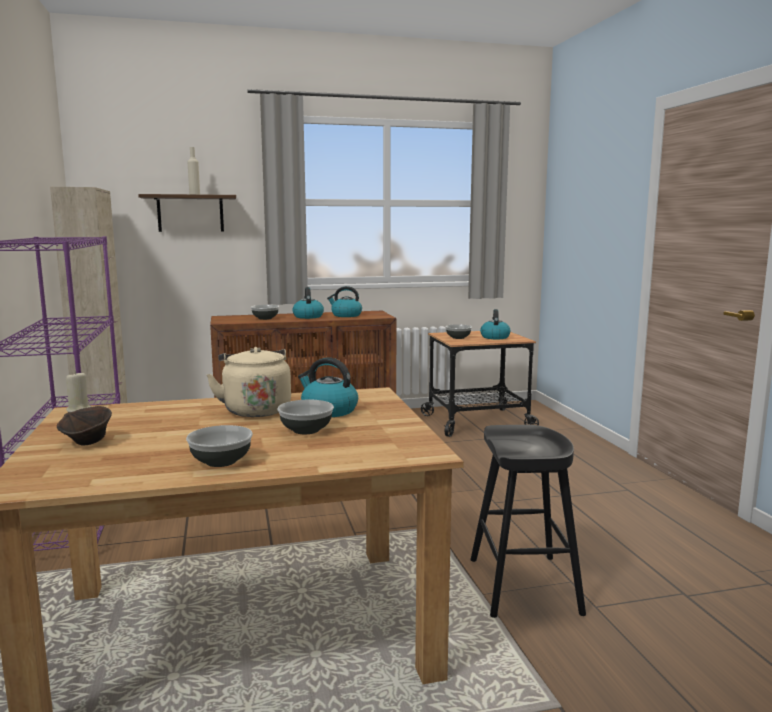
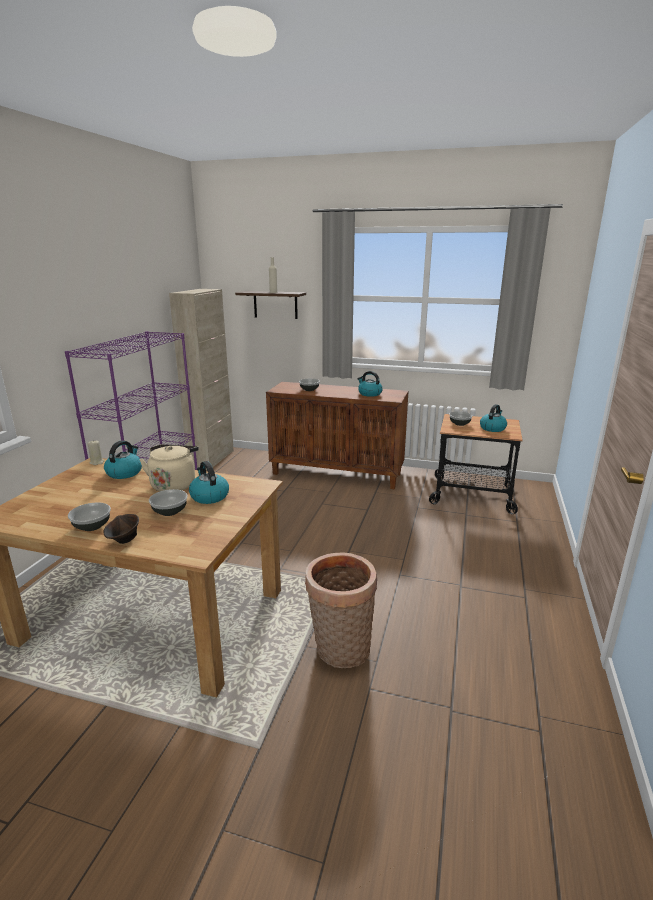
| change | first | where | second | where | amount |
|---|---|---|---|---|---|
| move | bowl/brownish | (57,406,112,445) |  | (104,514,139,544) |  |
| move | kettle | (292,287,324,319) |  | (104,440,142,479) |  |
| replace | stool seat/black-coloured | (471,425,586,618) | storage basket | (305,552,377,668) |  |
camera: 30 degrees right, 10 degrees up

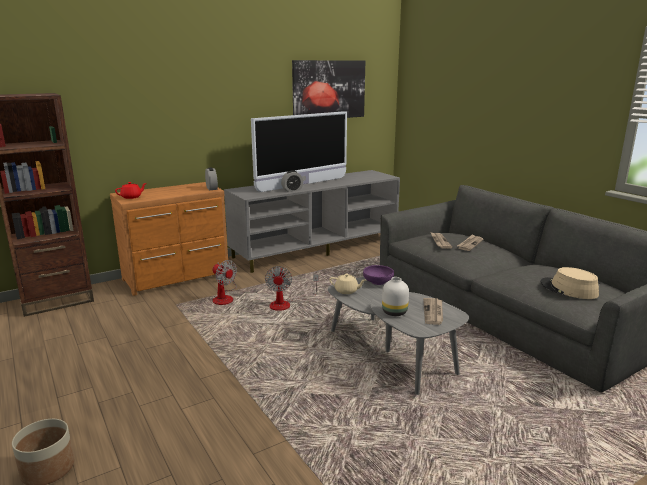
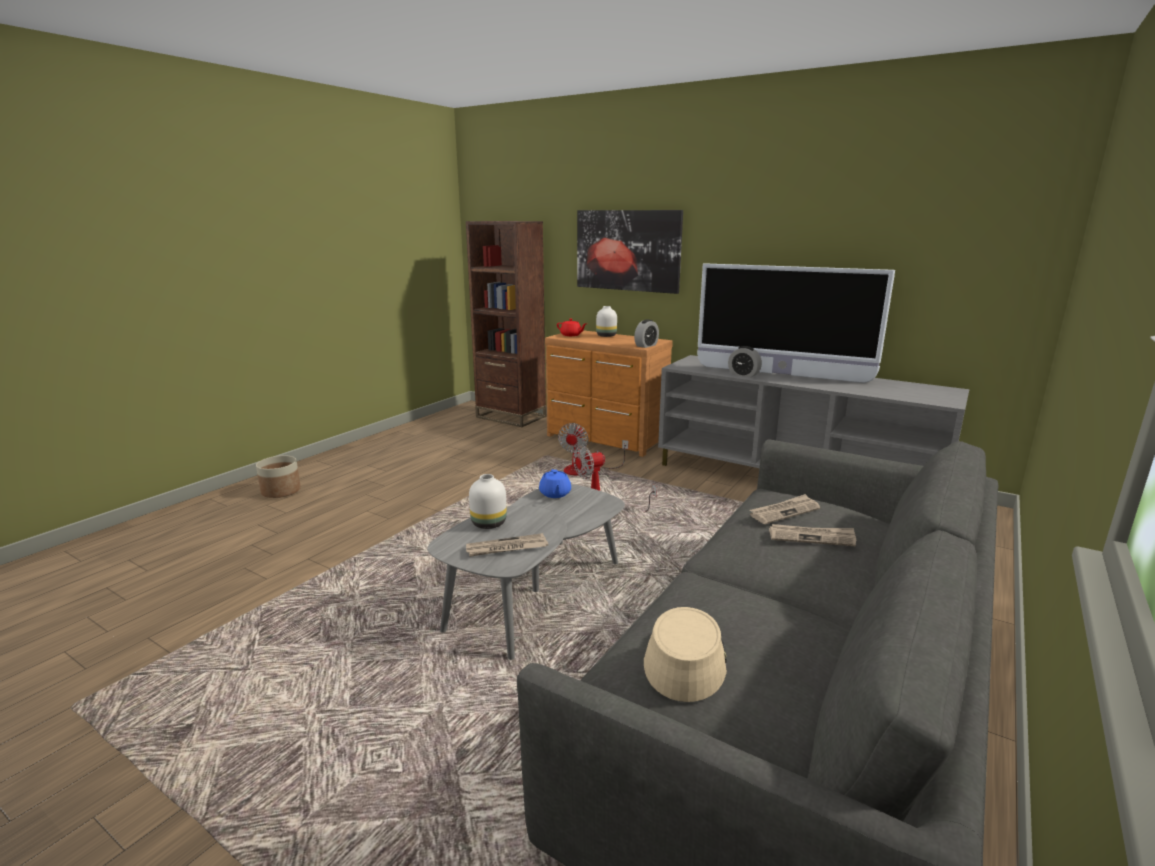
| change | first | where | second | where | amount |
|---|---|---|---|---|---|
| move | wall art | (292,60,365,118) |  | (577,210,683,294) |  |
| recolor | tea pot/beige-coloured | (329,274,366,294) | tea pot/bluish | (539,469,571,498) |  |
| delete | bowl/purplish | (363,265,394,285) |  |  |  |
| insert |  |  | decorative vase/white-coloured | (596,306,617,337) |  |
camera: 65 degrees right, 0 degrees up

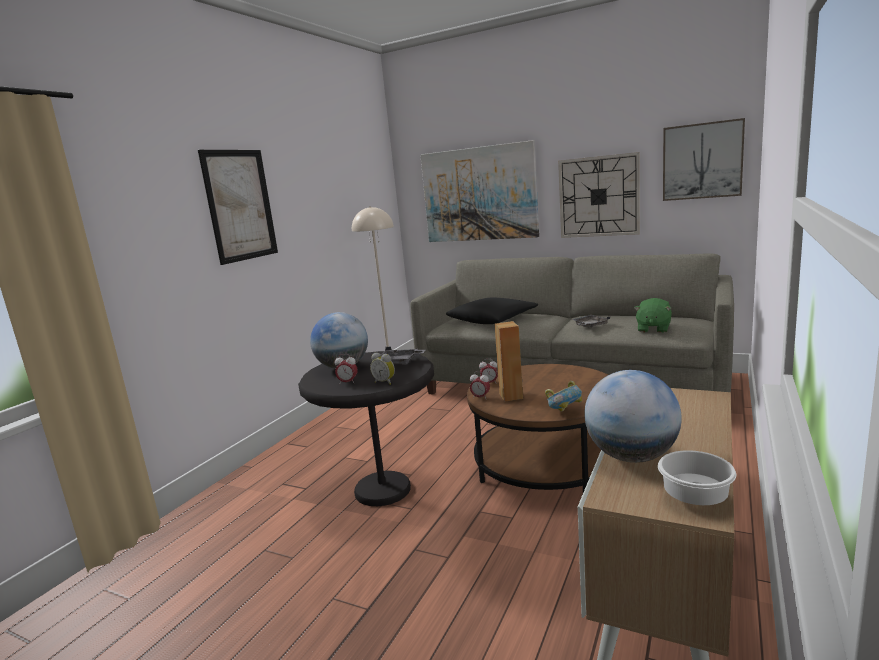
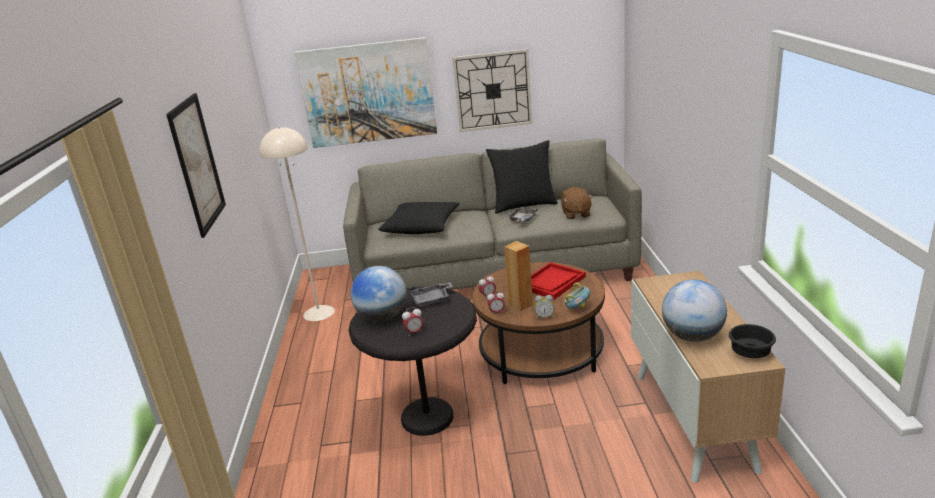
| change | first | where | second | where | amount |
|---|---|---|---|---|---|
| move | bedside clock | (370,353,395,385) |  | (534,295,554,319) |  |
| recolor | plush toy/green | (634,298,672,333) | plush toy/brownish | (561,187,593,219) |  |
| recolor | bowl/white-coloured | (658,450,736,505) | bowl/black-coloured | (729,324,776,358) |  |
| delete | wall art | (663,118,745,201) |  |  |  |
| insert |  |  | cushion/black-coloured | (486,140,558,214) |  |
| insert |  |  | tray/red | (531,262,586,300) |  |
camera: 30 degrees left, 10 degrees up

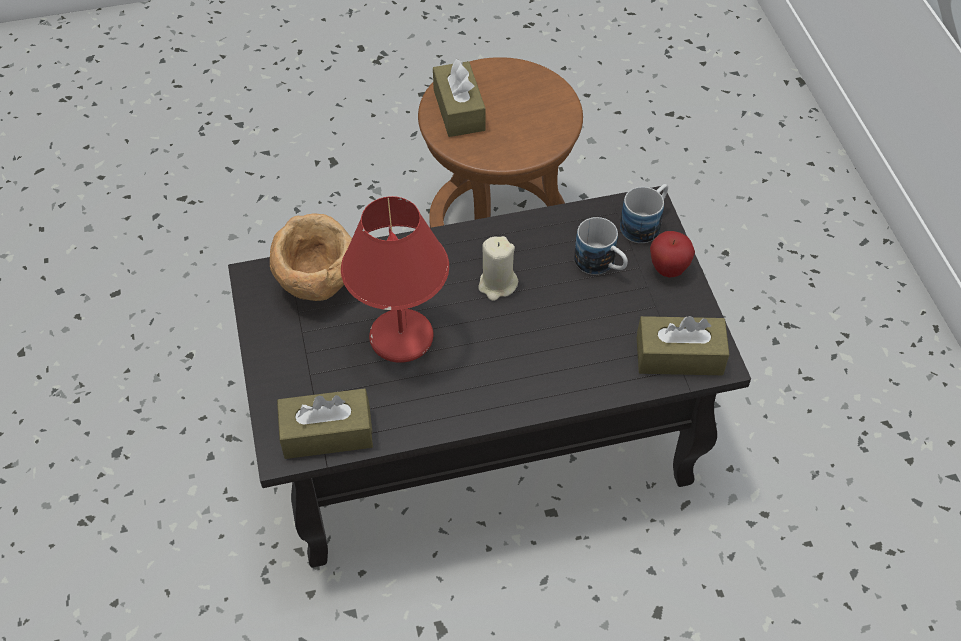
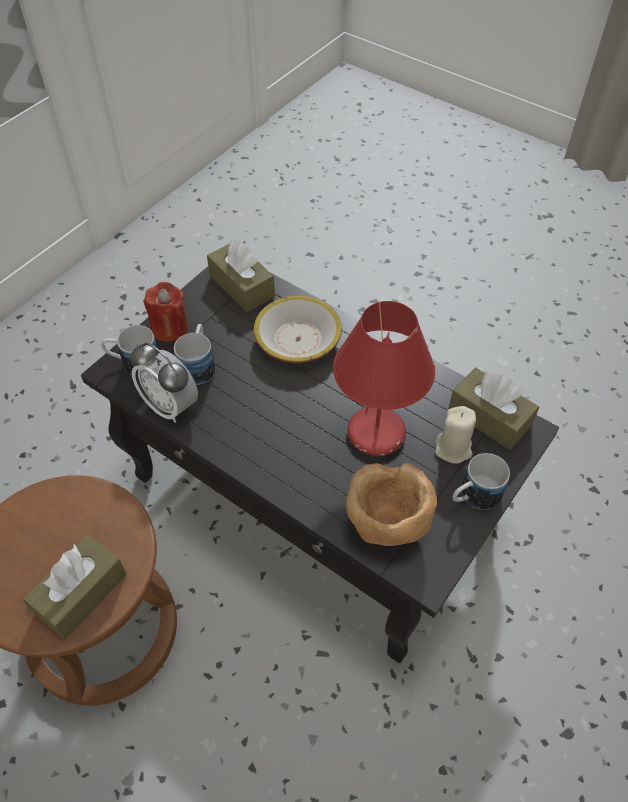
| change | first | where | second | where | amount |
|---|---|---|---|---|---|
| move | candle/beige-coloured | (478,236,518,301) |  | (435,406,476,464) |  |
| replace | whole apple | (650,231,695,278) | candle/red | (143,282,188,342) |  |
| insert |  |  | bedside clock | (130,343,198,423) |  |
| insert |  |  | bowl | (254,296,342,363) |  |
| insert |  |  | tea mug | (452,453,510,510) |  |
camera: 130 degrees left, 0 degrees up

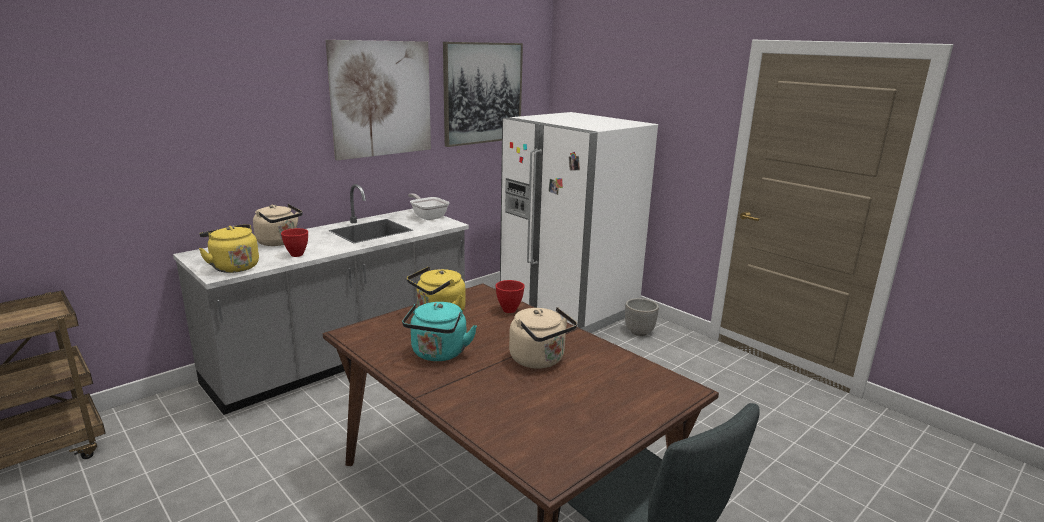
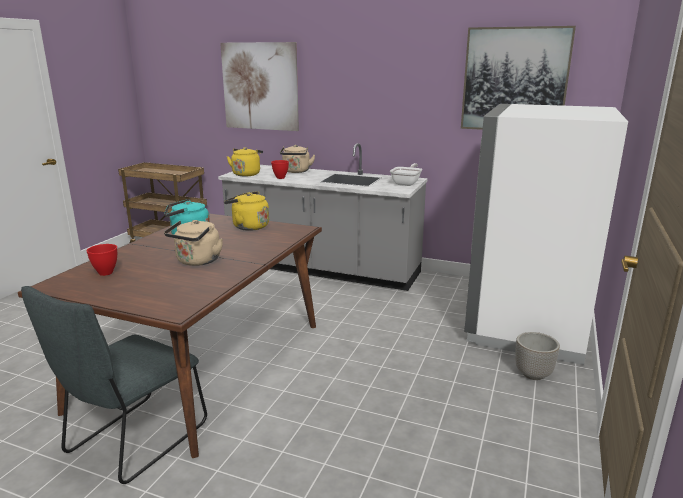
| change | first | where | second | where | amount |
|---|---|---|---|---|---|
| move | wall art | (325,40,431,161) |  | (220,42,299,131) |  |
| move | bowl/red | (495,280,525,313) |  | (87,244,117,276) |  |
camera: 65 degrees right, 0 degrees up

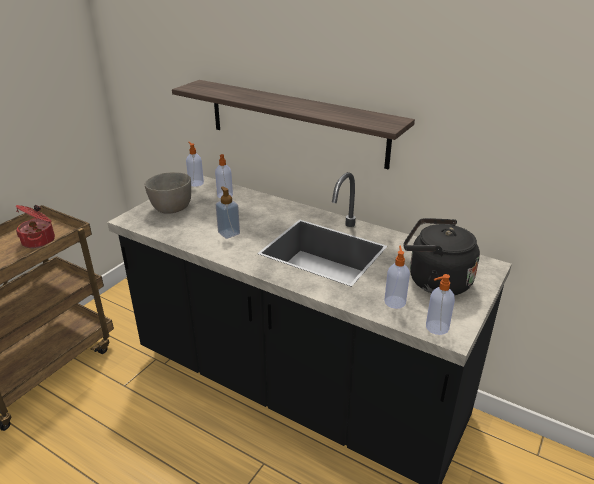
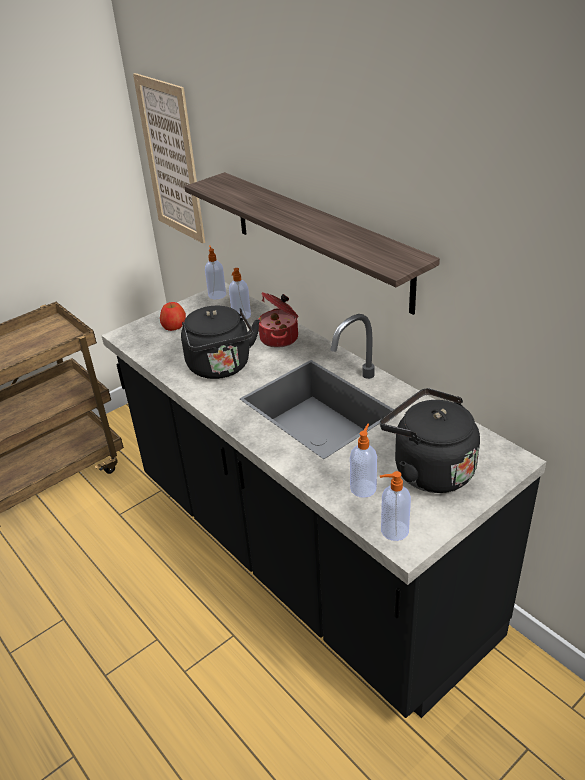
| change | first | where | second | where | amount |
|---|---|---|---|---|---|
| move | stockpot | (16,205,55,248) |  | (258,292,298,348) |  |
| replace | bowl/gray | (145,172,191,214) | whole apple | (160,302,186,331) |  |
| replace | soap dispenser | (216,187,240,239) | kettle/black-coloured | (181,306,260,379) |  |
| insert |  |  | wall art | (133,73,205,243) |  |
camera: 20 degrees right, 5 degrees up

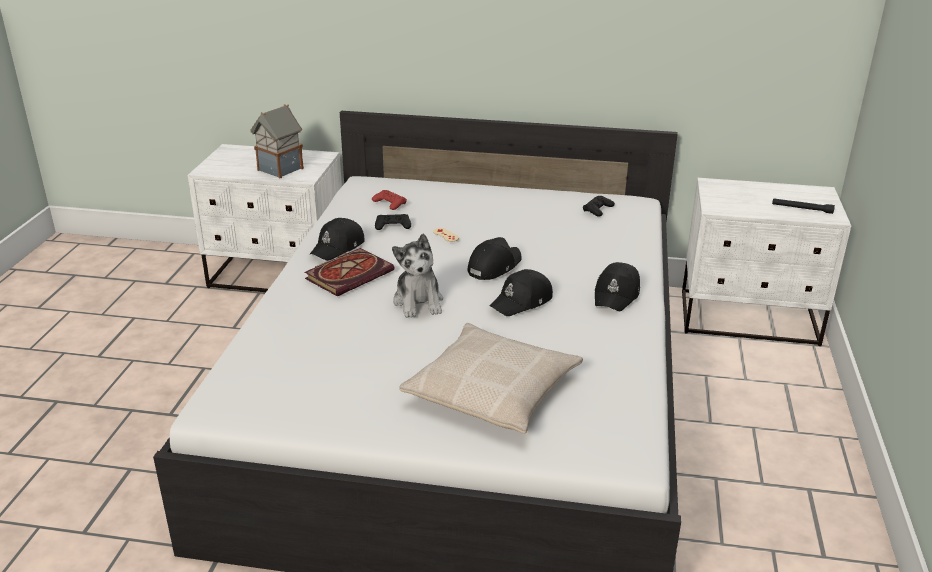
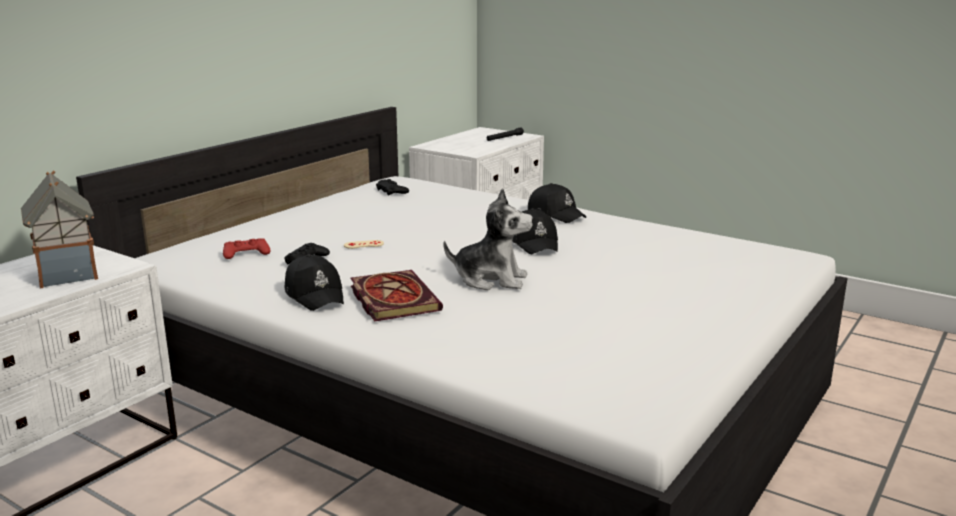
| change | first | where | second | where | amount |
|---|---|---|---|---|---|
| delete | cushion/beige-coloured | (399,323,583,434) |  |  |  |
| delete | baseball cap/black-coloured | (468,237,522,280) |  |  |  |
camera: 65 degrees left, 10 degrees down

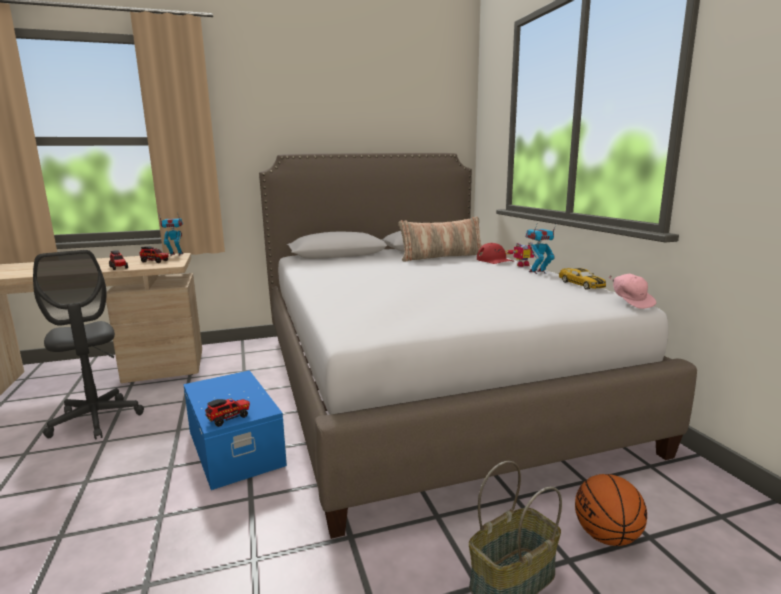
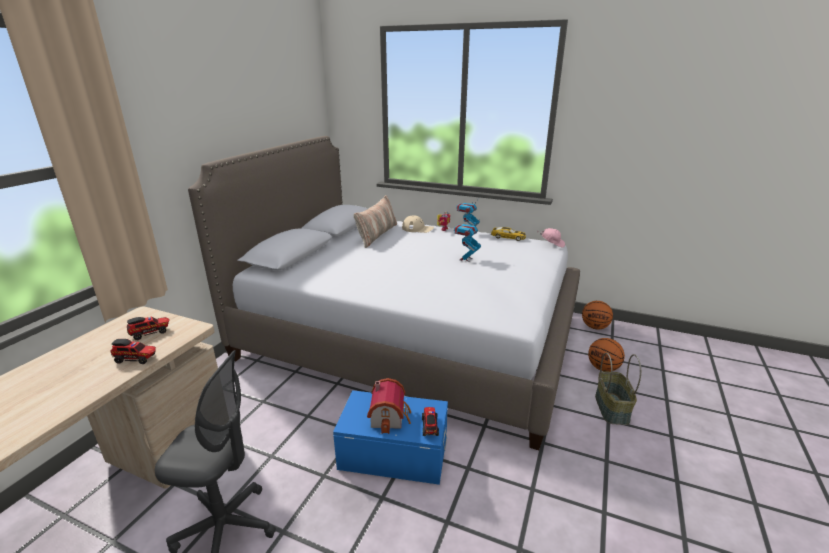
| change | first | where | second | where | amount |
|---|---|---|---|---|---|
| move | robot figure | (159,212,184,256) |  | (454,221,481,262) |  |
| recolor | baseball cap/red | (477,243,514,264) | baseball cap/beige-coloured | (402,215,434,233) |  |
| insert |  |  | miniature house | (367,378,411,434) |  |
| insert |  |  | basketball ball | (582,301,613,329) |  |
camera: 50 degrees left, 10 degrees up

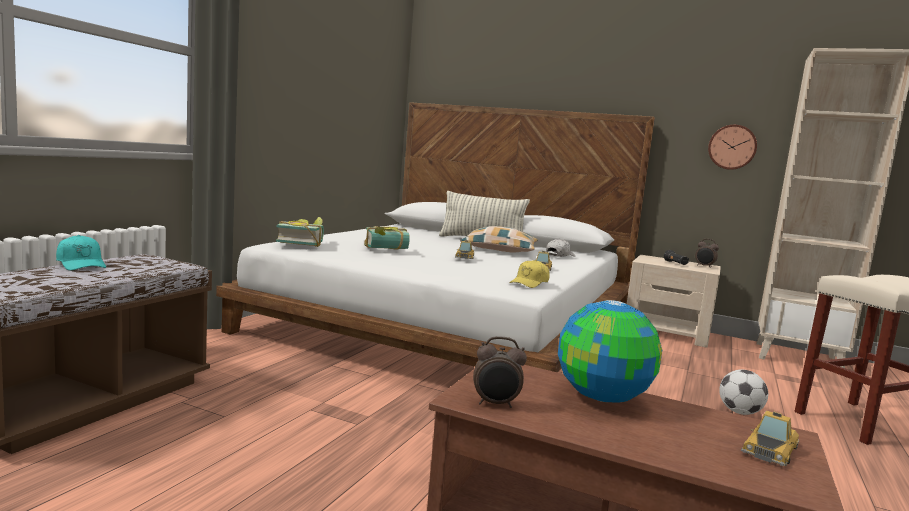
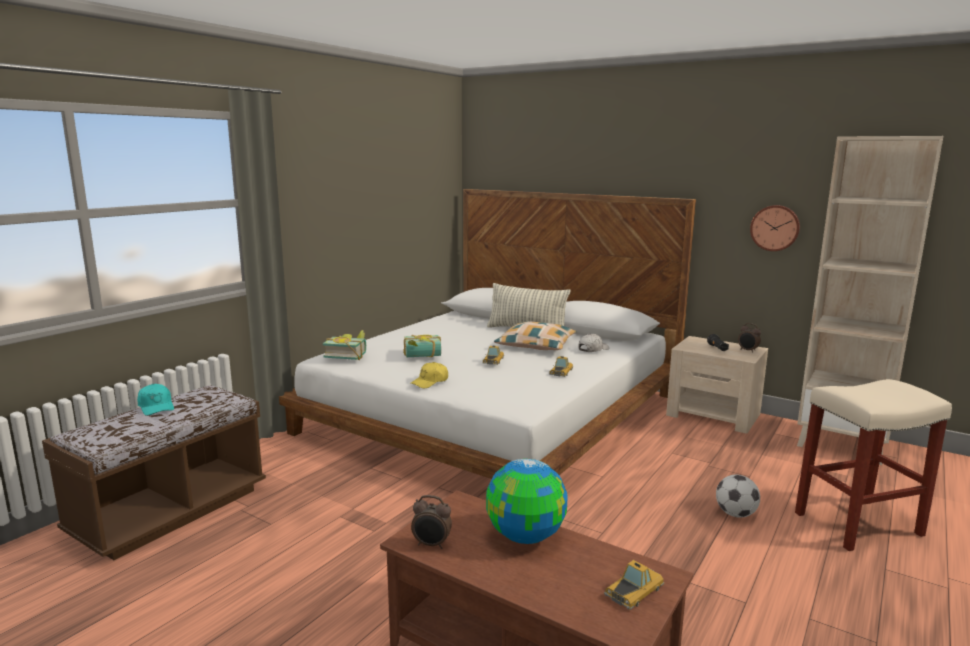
| change | first | where | second | where | amount |
|---|---|---|---|---|---|
| move | baseball cap/yellow | (510,260,550,288) |  | (410,362,448,389) |  |
camera: 10 degrees right, 5 degrees up

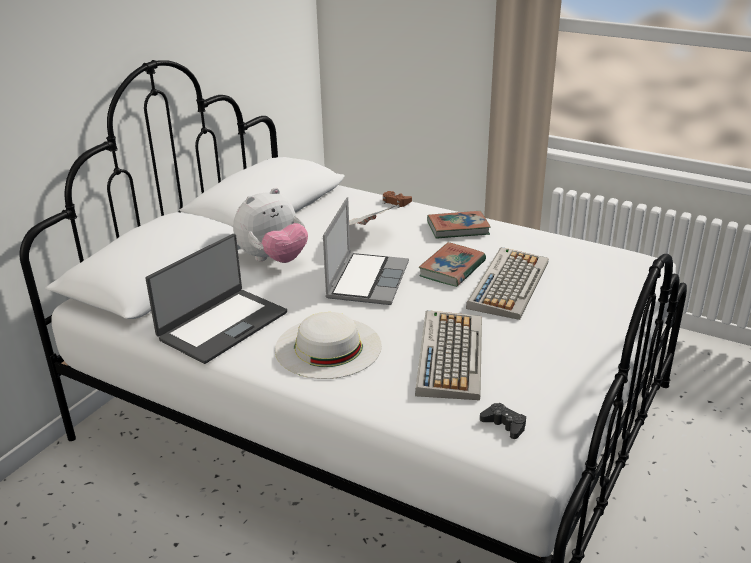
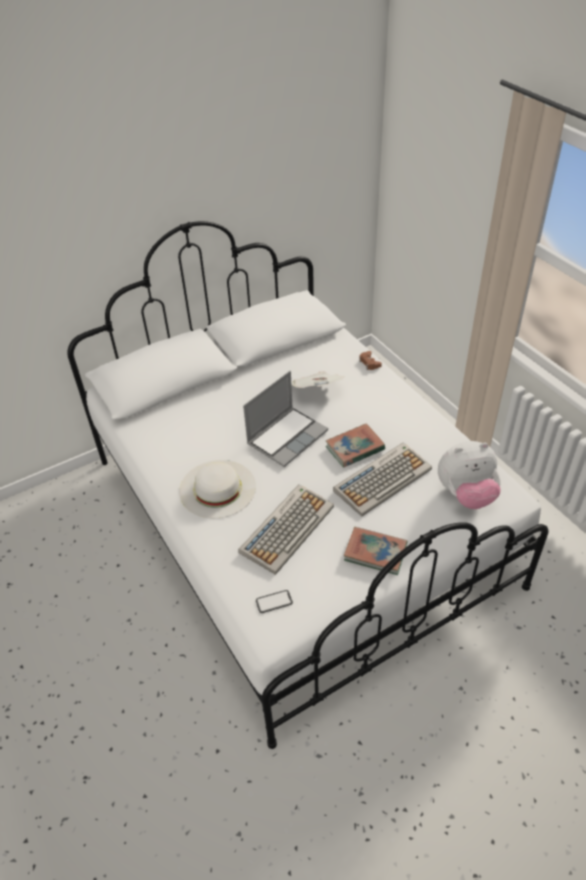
| change | first | where | second | where | amount |
|---|---|---|---|---|---|
| delete | portable computer | (146,234,287,364) |  |  |  |
| move | plush toy | (233,188,308,263) |  | (438,441,501,509) |  |
| move | book | (427,211,491,239) |  | (344,527,407,575) |  |
| replace | joypad/black-coloured | (480,403,526,439) | telephone | (256,590,293,613) |  |
camera: 30 degrees right, 15 degrees up

